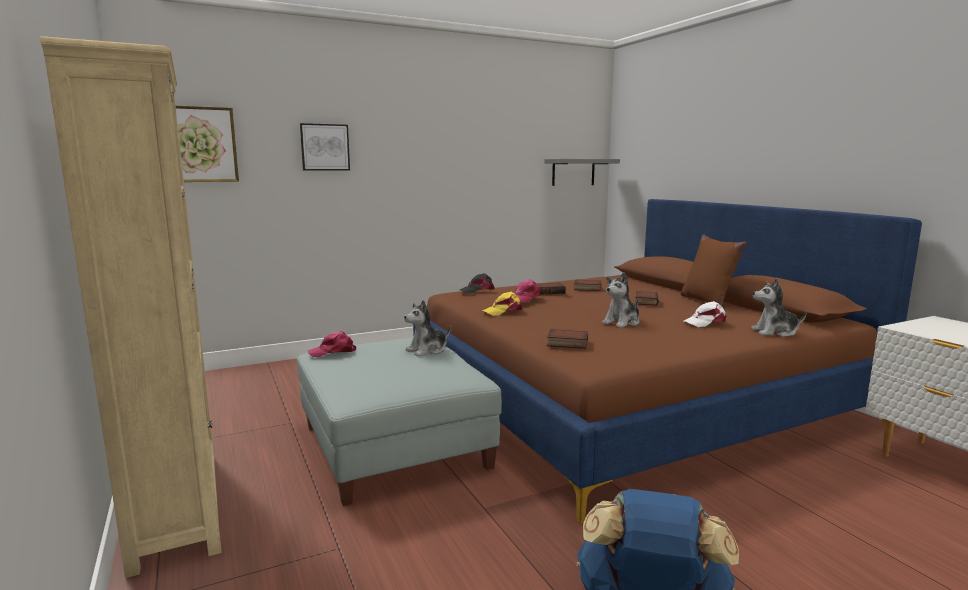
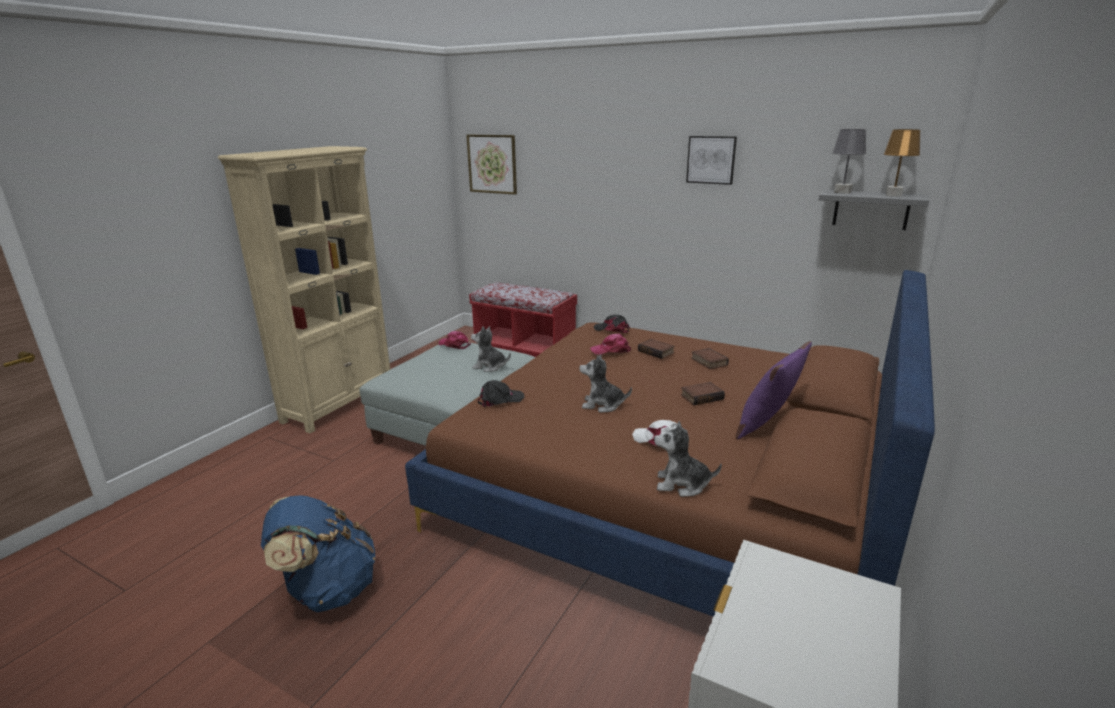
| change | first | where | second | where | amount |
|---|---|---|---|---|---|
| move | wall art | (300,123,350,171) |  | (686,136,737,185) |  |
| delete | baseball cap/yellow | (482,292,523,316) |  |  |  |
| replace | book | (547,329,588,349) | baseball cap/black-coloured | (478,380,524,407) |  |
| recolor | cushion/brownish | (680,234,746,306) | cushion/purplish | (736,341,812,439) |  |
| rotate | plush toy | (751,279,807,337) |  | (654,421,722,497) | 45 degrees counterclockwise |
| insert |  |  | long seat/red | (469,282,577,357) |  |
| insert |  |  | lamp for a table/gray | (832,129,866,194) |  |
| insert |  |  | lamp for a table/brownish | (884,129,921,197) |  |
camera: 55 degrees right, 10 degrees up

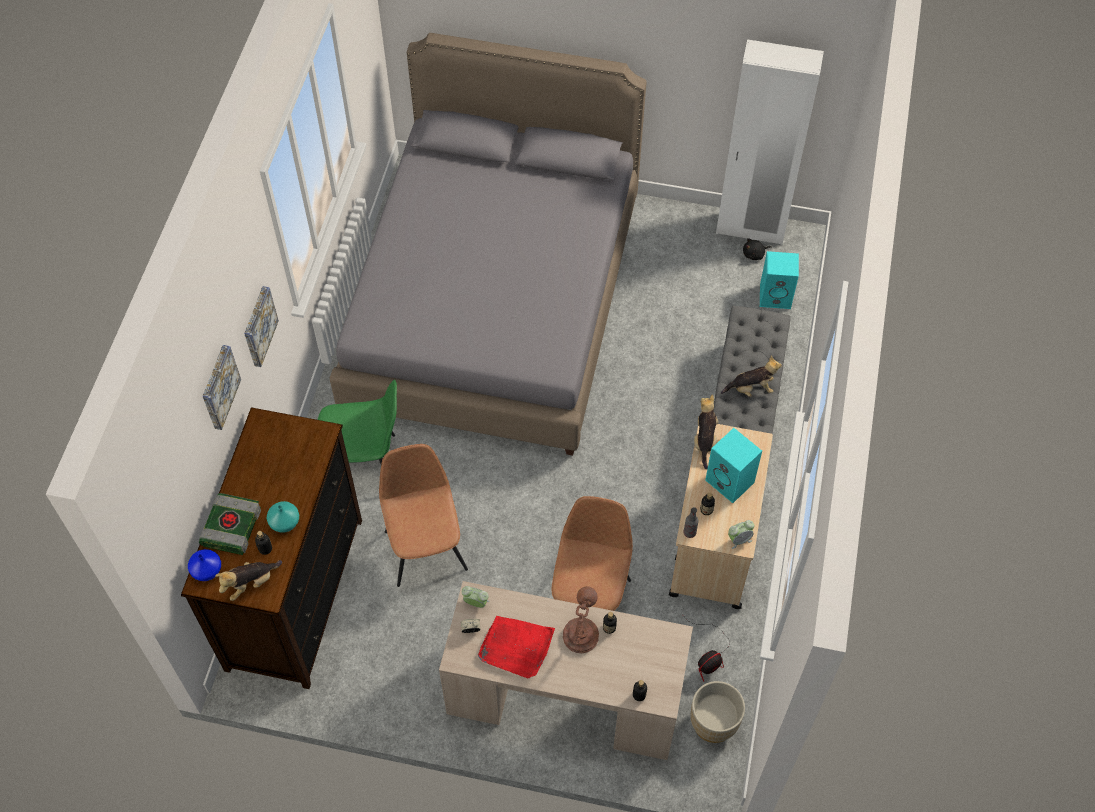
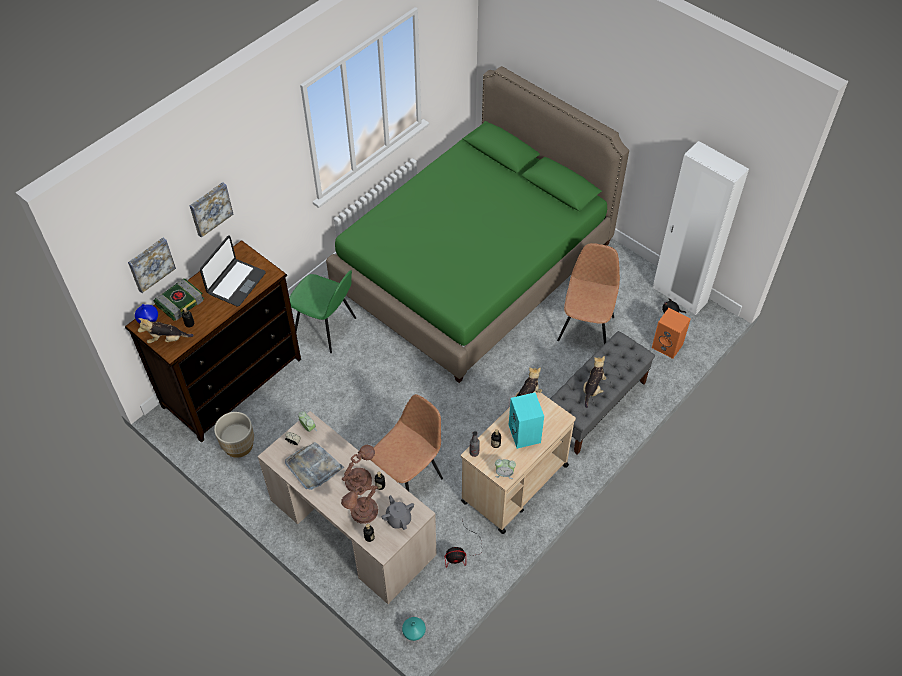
| change | first | where | second | where | amount |
|---|---|---|---|---|---|
| move | wall art | (244,286,279,367) |  | (128,238,176,293) |  |
| move | decorative vase/turquoise-coloured | (267,501,299,533) |  | (402,617,426,641) |  |
| recolor | bed/gray | (330,33,647,456) | bed/green | (326,66,629,383) |  |
| move | upright chair/brownish | (379,444,468,587) |  | (557,243,620,344) |  |
| recolor | tray/red | (478,616,555,678) | tray/gray | (285,442,344,490) |  |
| move | planter/beige-coloured | (690,681,745,743) |  | (214,412,254,458) |  |
| rotate | plush toy | (721,356,782,397) |  | (583,356,606,408) | 90 degrees counterclockwise |
| recolor | audio speaker/turquoise-coloured | (760,251,799,309) | audio speaker/orangey | (652,308,691,359) |  |
| insert |  |  | portable computer | (200,235,266,307) |  |
| insert |  |  | lamp for a table/brownish | (341,485,378,524) |  |
| insert |  |  | tea pot/gray | (382,495,414,530) |  |
camera: 30 degrees right, 5 degrees down

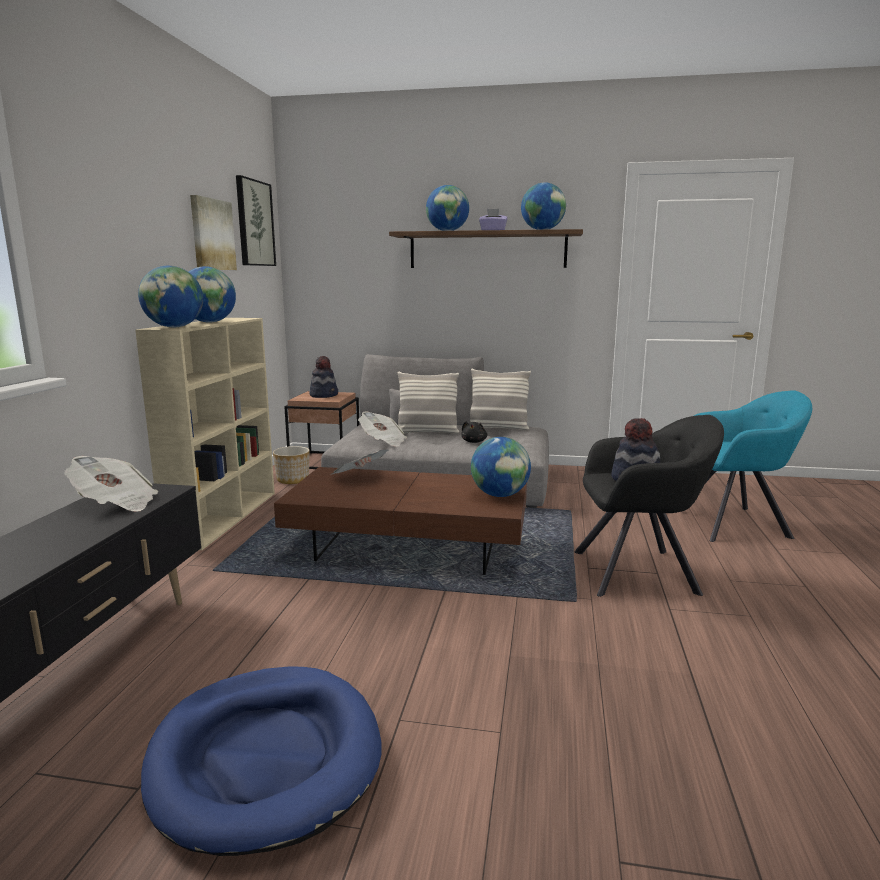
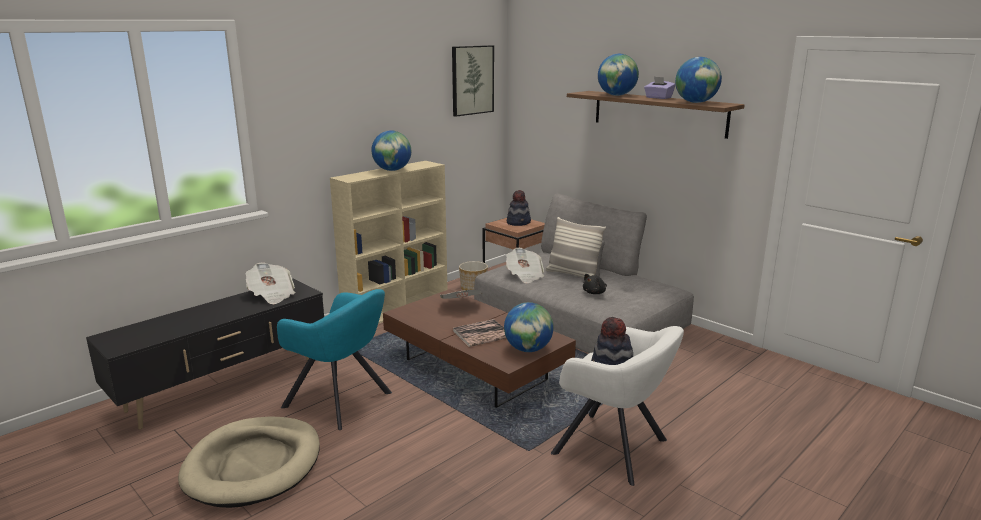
| change | first | where | second | where | amount |
|---|---|---|---|---|---|
| delete | globe | (138,265,203,327) |  |  |  |
| recolor | dog cushion/bluish | (141,666,381,856) | dog cushion/beige-coloured | (178,416,320,508) |  |
| delete | wall art | (190,195,237,270) |  |  |  |
| delete | cushion | (470,369,531,430) |  |  |  |
| recolor | easy chair/black-coloured | (574,415,724,597) | easy chair/white-coloured | (551,326,684,486) |  |
| move | easy chair/turquoise-coloured | (694,390,812,542) |  | (277,289,392,430) |  |
| insert |  |  | book | (453,319,506,347) |  |
camera: 35 degrees right, 5 degrees up

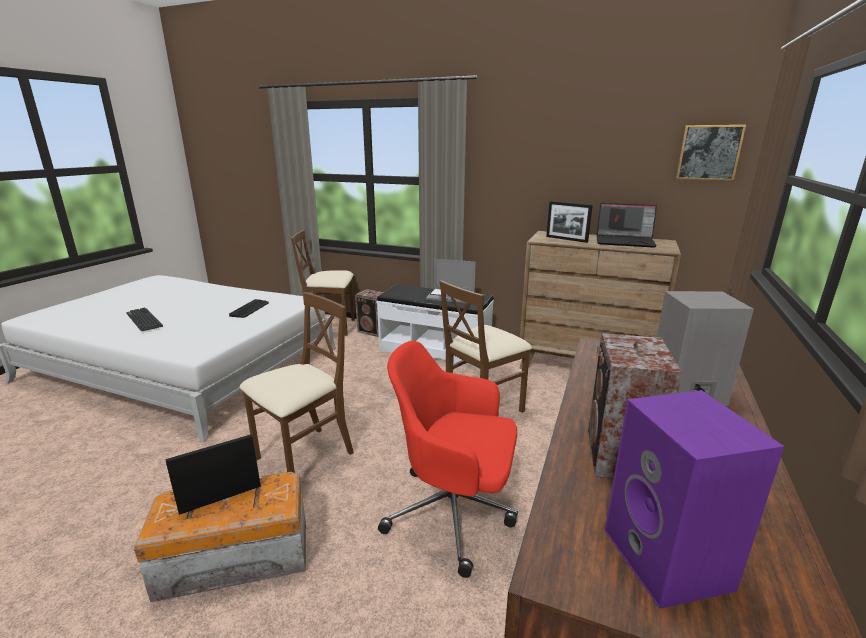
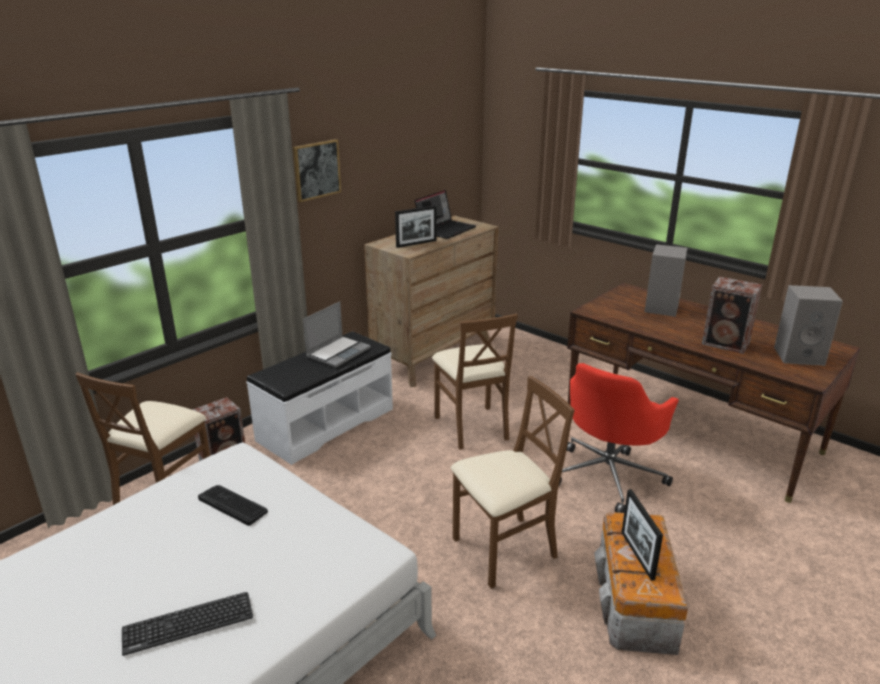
| change | first | where | second | where | amount |
|---|---|---|---|---|---|
| rotate | upright chair/brownish | (239,292,354,473) |  | (451,376,575,589) | 90 degrees clockwise |
| recolor | audio speaker/purplish | (605,390,784,609) | audio speaker/gray | (774,285,843,366) |  |
| move | wall art | (676,125,746,181) |  | (293,139,341,202) |  |
camera: 70 degrees left, 5 degrees up

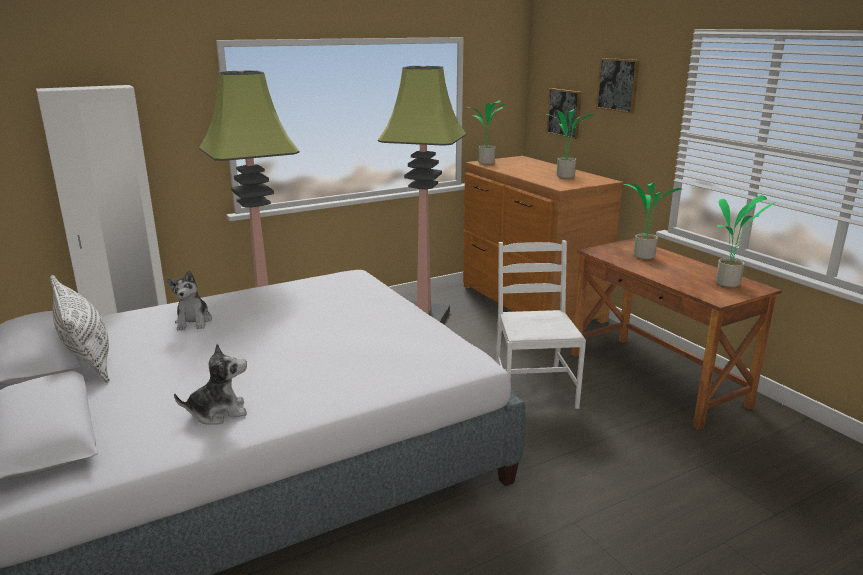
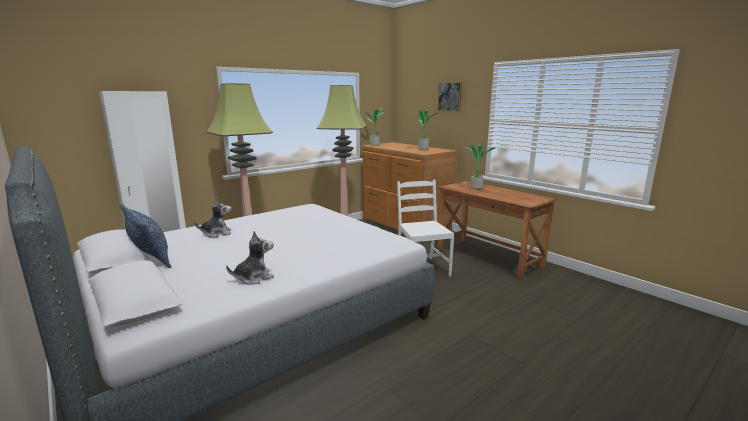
| change | first | where | second | where | amount |
|---|---|---|---|---|---|
| recolor | cushion/white-coloured | (50,275,110,383) | cushion/bluish | (120,204,171,268) |  |
| rotate | plush toy | (167,271,212,330) |  | (195,198,231,237) | 90 degrees counterclockwise |
| delete | wall art | (547,88,582,139) |  |  |  |
| delete | potted plant | (716,195,775,287) |  |  |  |
camera: 10 degrees left, 5 degrees down

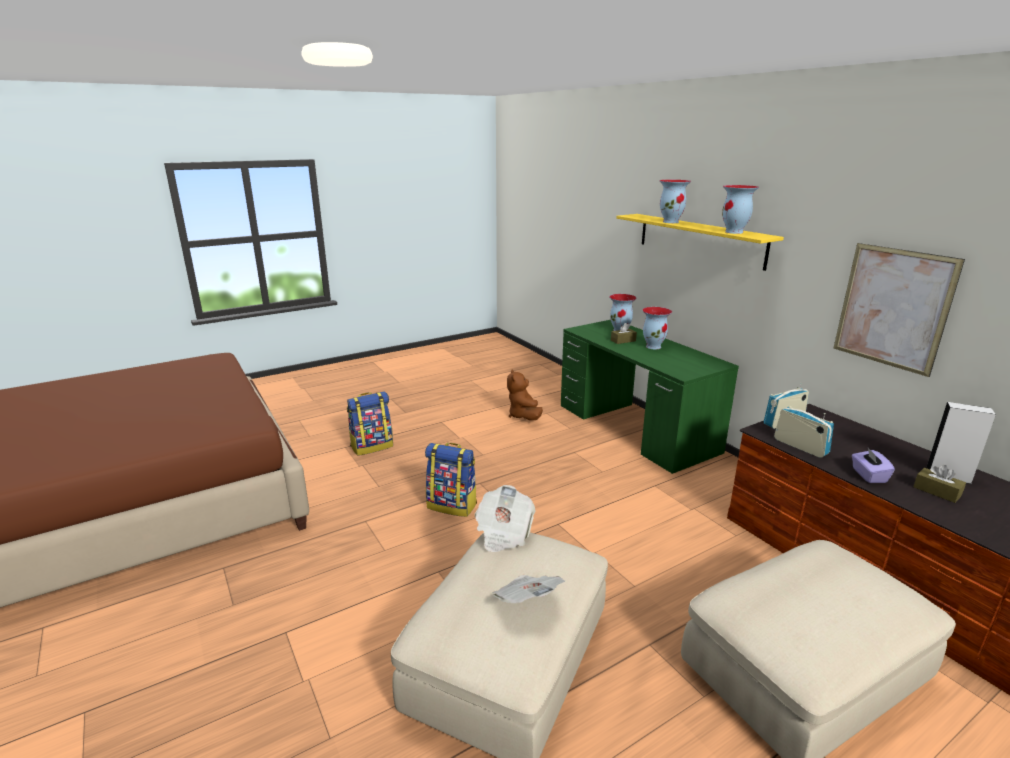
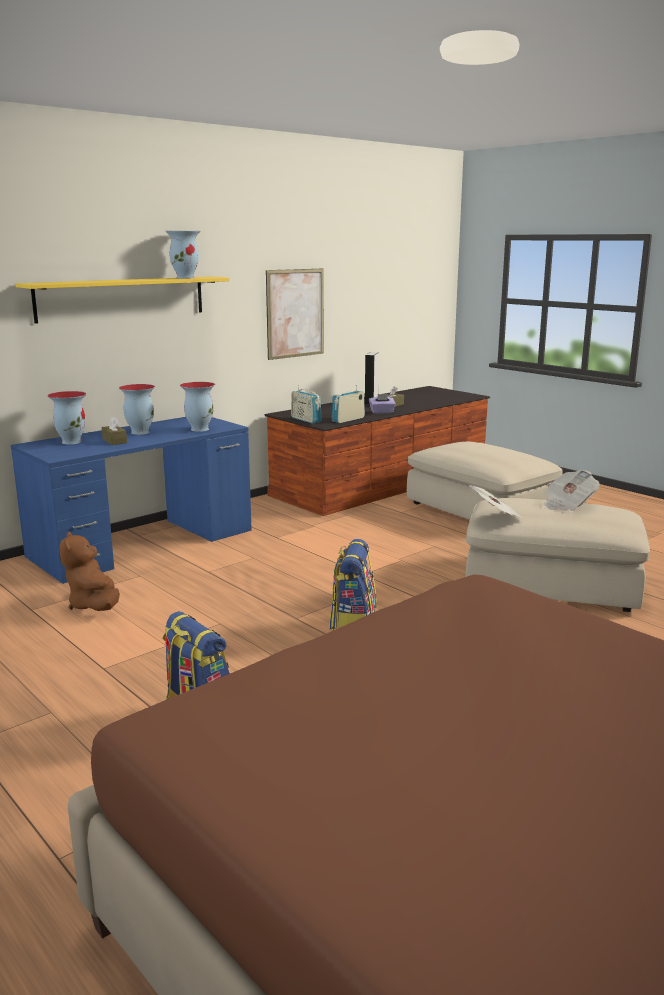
| change | first | where | second | where | amount |
|---|---|---|---|---|---|
| rotate | plush toy/brownish | (507,369,543,420) |  | (60,531,120,611) | 90 degrees clockwise |
| recolor | desk/green | (561,320,739,474) | desk/bluish | (11,417,252,584) |  |
| move | decorative vase | (660,180,691,223) |  | (180,382,215,432) |  |
camera: 100 degrees left, 5 degrees down

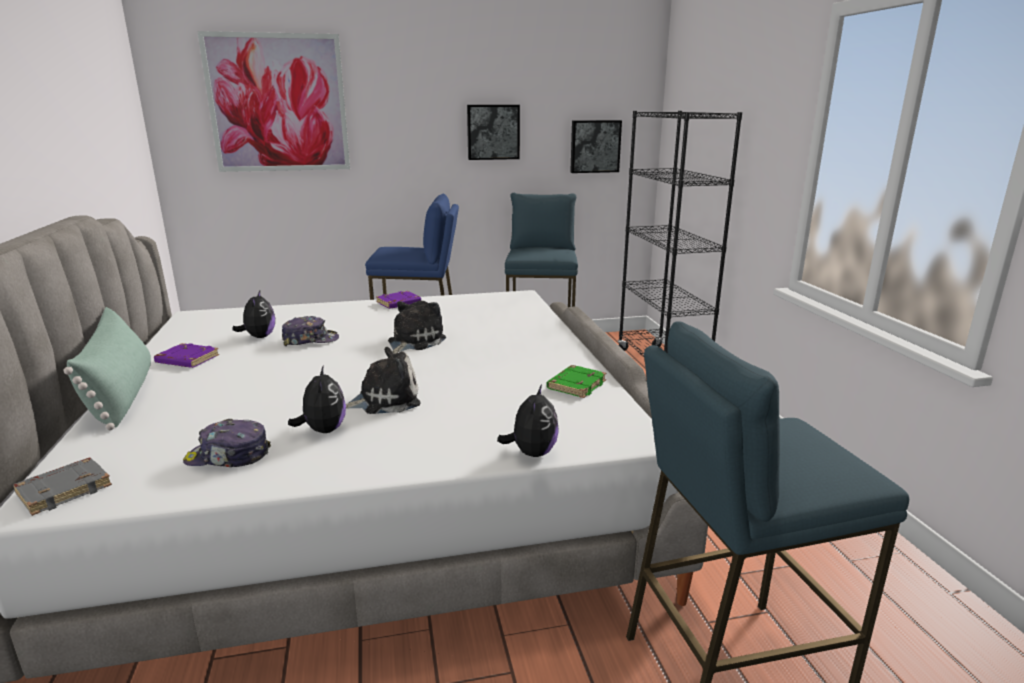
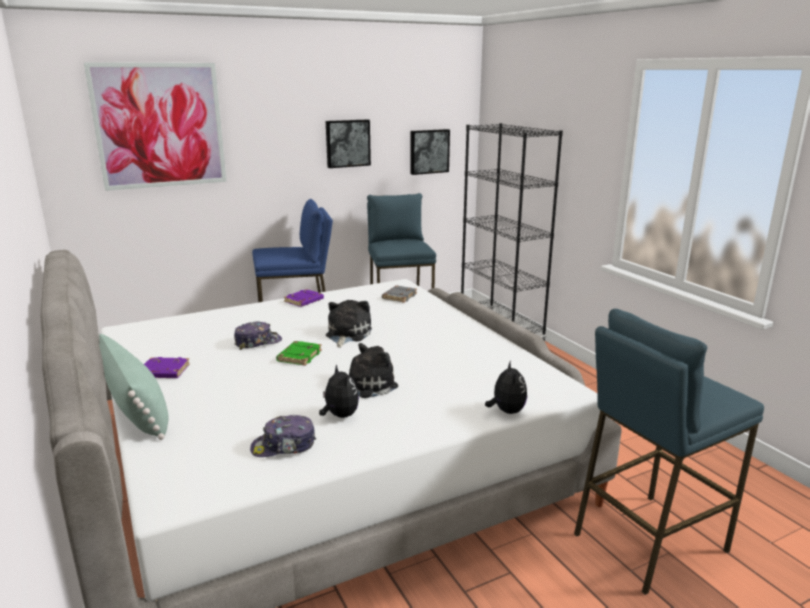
| change | first | where | second | where | amount |
|---|---|---|---|---|---|
| move | book/gray | (13,458,112,516) |  | (382,286,417,303) |  |
| delete | plush toy | (232,291,275,338) |  |  |  |
| move | book/green | (547,365,606,398) |  | (276,341,322,366) |  |
camera: 15 degrees left, 0 degrees up

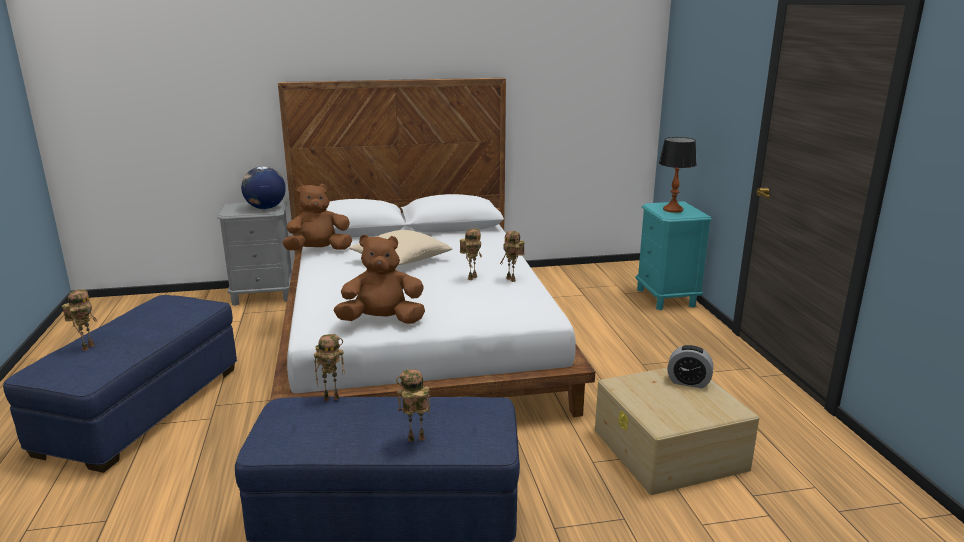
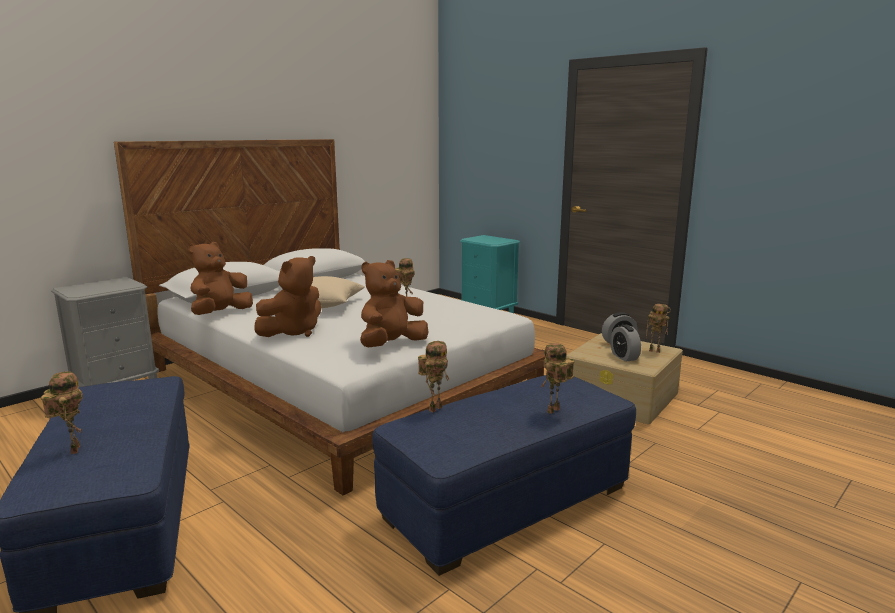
| change | first | where | second | where | amount |
|---|---|---|---|---|---|
| delete | globe | (241,167,286,209) |  |  |  |
| move | robot figure | (500,231,525,282) |  | (646,304,671,353) |  |
| delete | lamp for a table | (659,137,697,213) |  |  |  |
| insert |  |  | plush toy/brownish | (254,256,321,337) |  |
| insert |  |  | bedside clock | (610,325,641,362) |  |
camera: 35 degrees left, 5 degrees down

